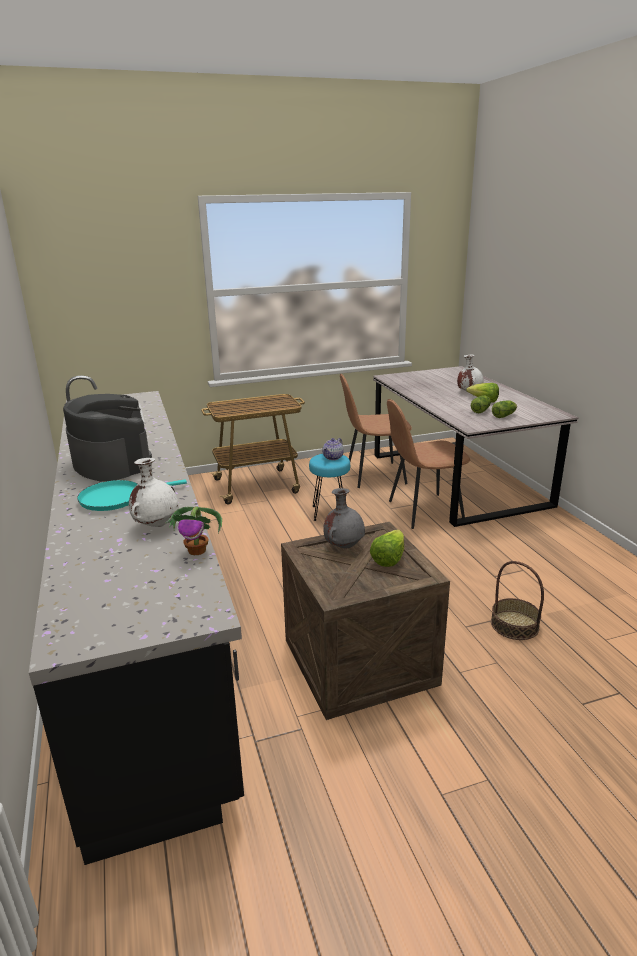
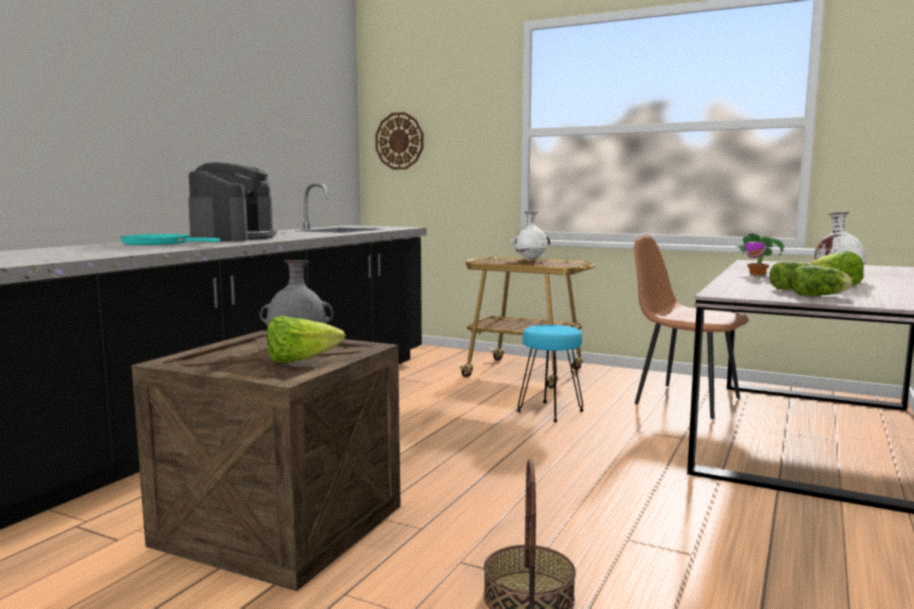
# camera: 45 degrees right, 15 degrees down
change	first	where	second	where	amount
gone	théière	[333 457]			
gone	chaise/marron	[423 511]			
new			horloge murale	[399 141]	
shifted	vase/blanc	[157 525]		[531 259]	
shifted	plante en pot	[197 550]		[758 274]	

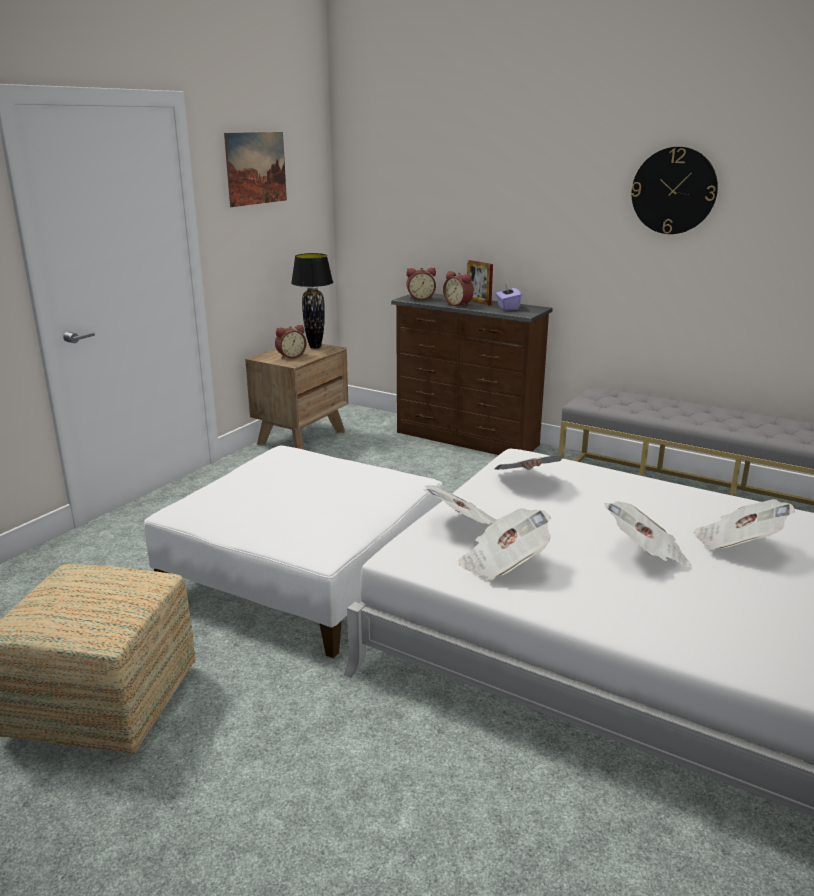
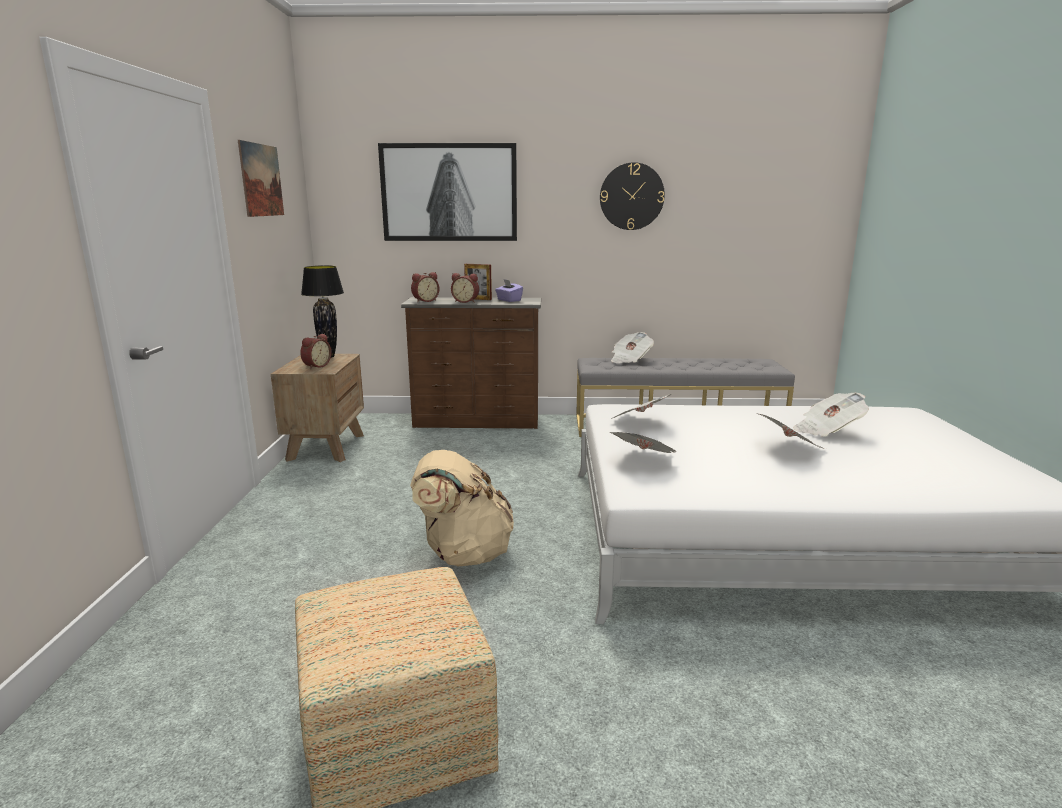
# camera: 30 degrees left, 5 degrees down
change	first	where	second	where	amount
new			tableau	[449 192]	
shifted	journal	[503 564]		[629 359]	
swapped	pouf/blanc	[305 573]	sac à dos/beige	[463 554]	

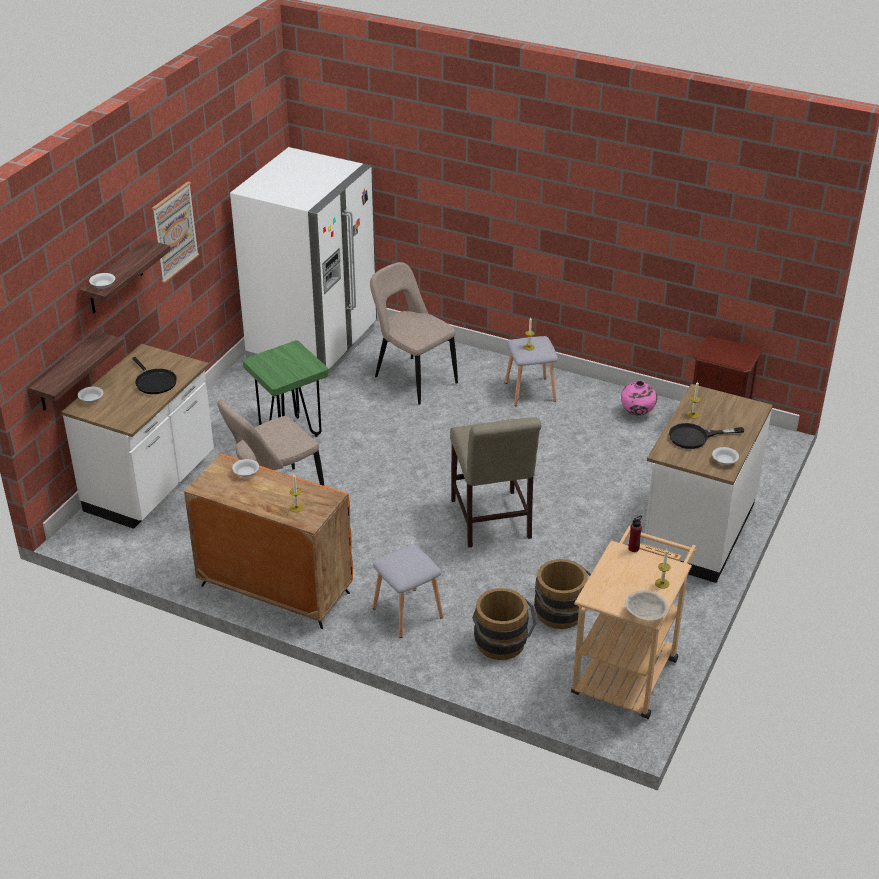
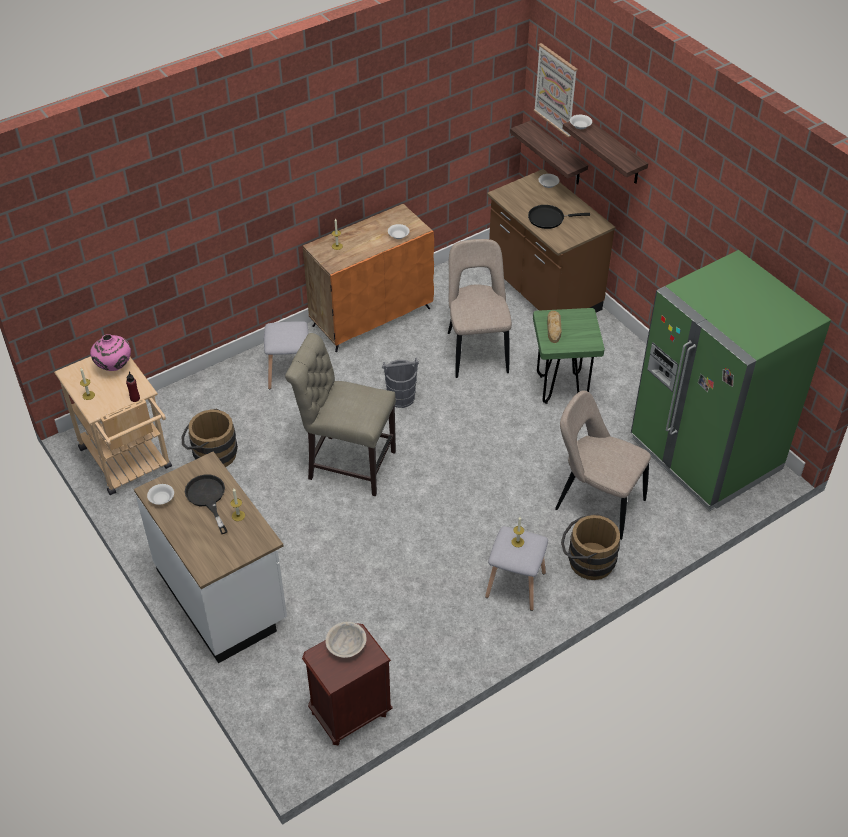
# camera: 120 degrees right, 10 degrees up
change	first	where	second	where	amount
new			seau/gris	[400 398]	
new			pain	[553 328]	
shifted	tableau	[174 231]		[556 90]	
shifted	seau/marron	[502 646]		[586 561]	
shifted	vase/rose	[637 414]		[114 367]	
shifted	bol/beige	[645 613]		[346 645]	
repainted	comptoir de cuisine/blanc	[152 485]	comptoir de cuisine/marron	[542 292]	
repainted	réfrigérateur/blanc	[313 343]	réfrigérateur/vert	[705 454]	
rotated	chaise/beige	[413 379]		[596 503]	135 degrees counterclockwise
rotated	poêle/noir	[695 437]		[207 498]	45 degrees counterclockwise

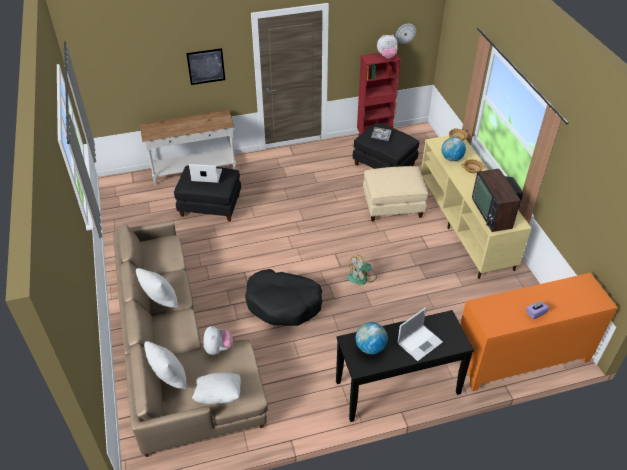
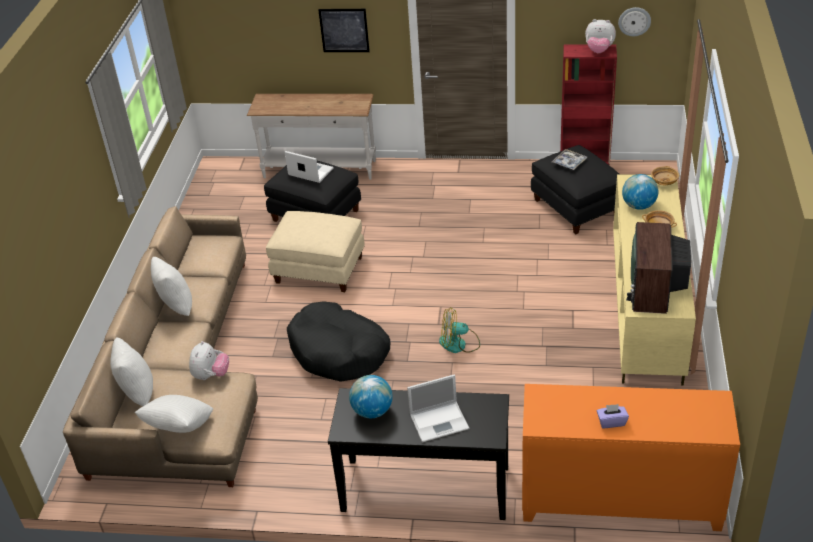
# camera: 25 degrees right, 5 degrees down
change	first	where	second	where	amount
shifted	pouf/beige	[392 207]		[318 270]	

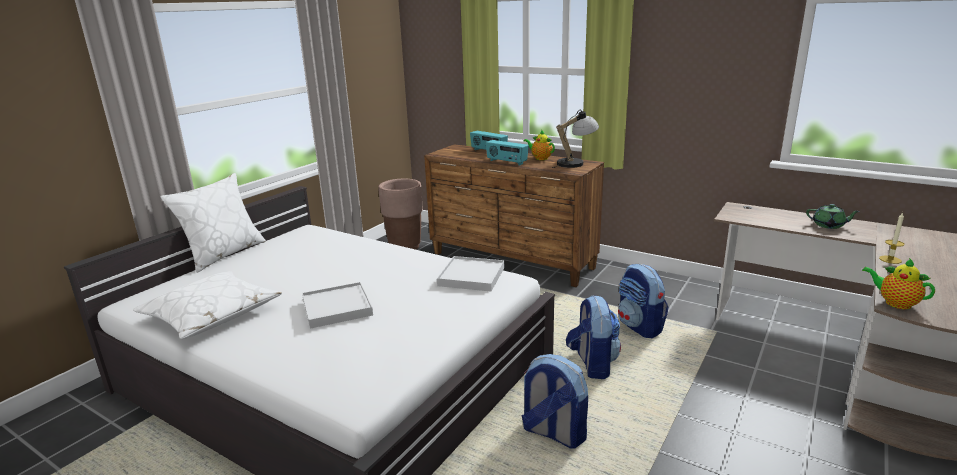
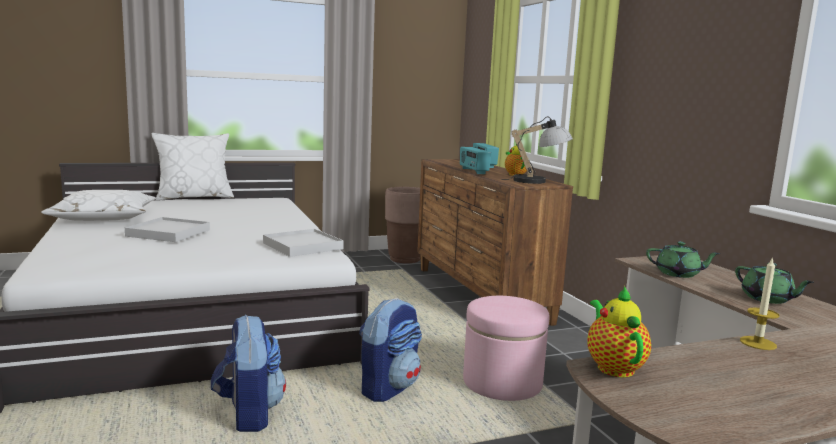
# camera: 35 degrees right, 10 degrees down
change	first	where	second	where	amount
new			théière/vert	[678 274]	
swapped	sac à dos	[640 327]	pouf/rose	[502 382]	

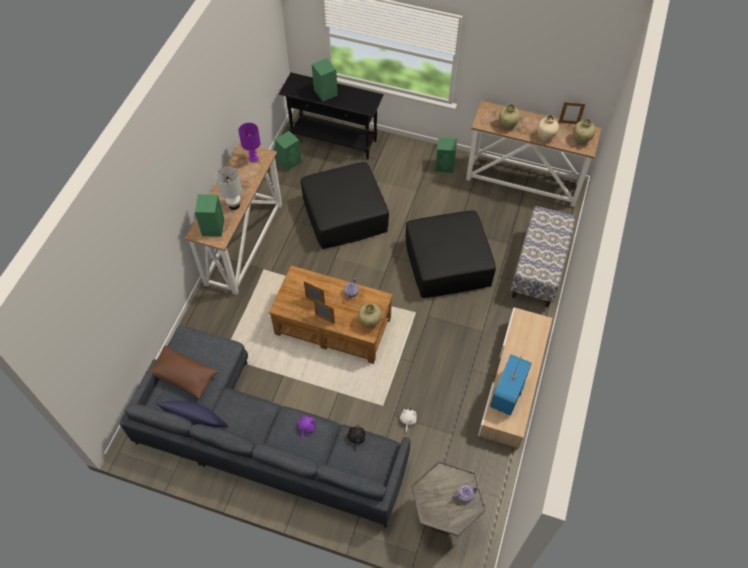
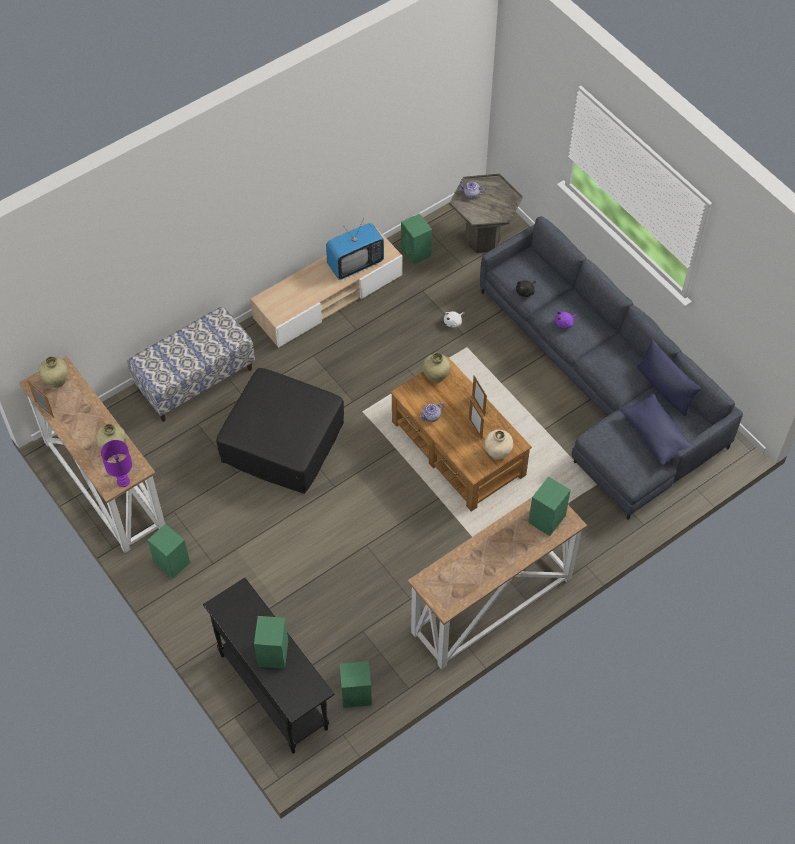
# camera: 145 degrees left, 0 degrees up
change	first	where	second	where	amount
gone	lampe de table/blanc	[234 205]			
gone	pouf/noir	[344 215]			
new			enceinte/vert	[416 253]	
shifted	lampe de table/violet	[254 159]		[123 481]	
shifted	vase/beige	[545 137]		[497 453]	
repainted	coussin/marron	[183 376]	coussin/bleu	[656 435]	

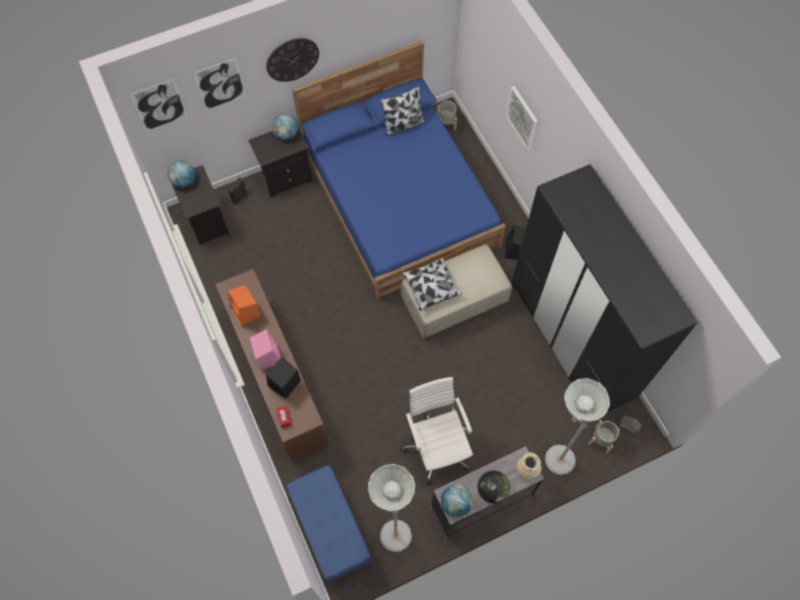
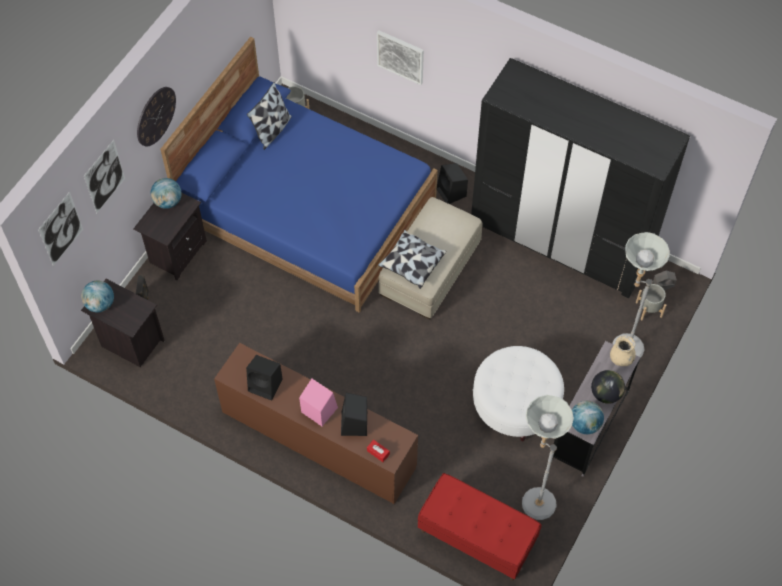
# camera: 35 degrees left, 5 degrees down
change	first	where	second	where	amount
swapped	chaise de bureau/blanc	[437 446]	pouf/blanc	[515 405]	
repainted	enceinte/orange	[246 312]	enceinte/noir	[266 385]	
repainted	banc/bleu	[330 528]	banc/rouge	[476 537]	

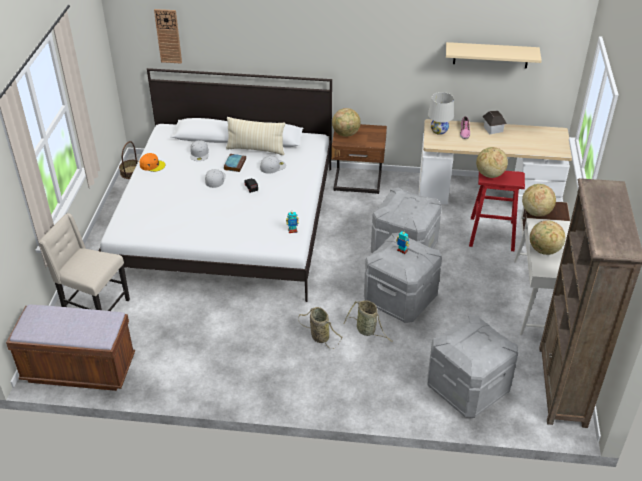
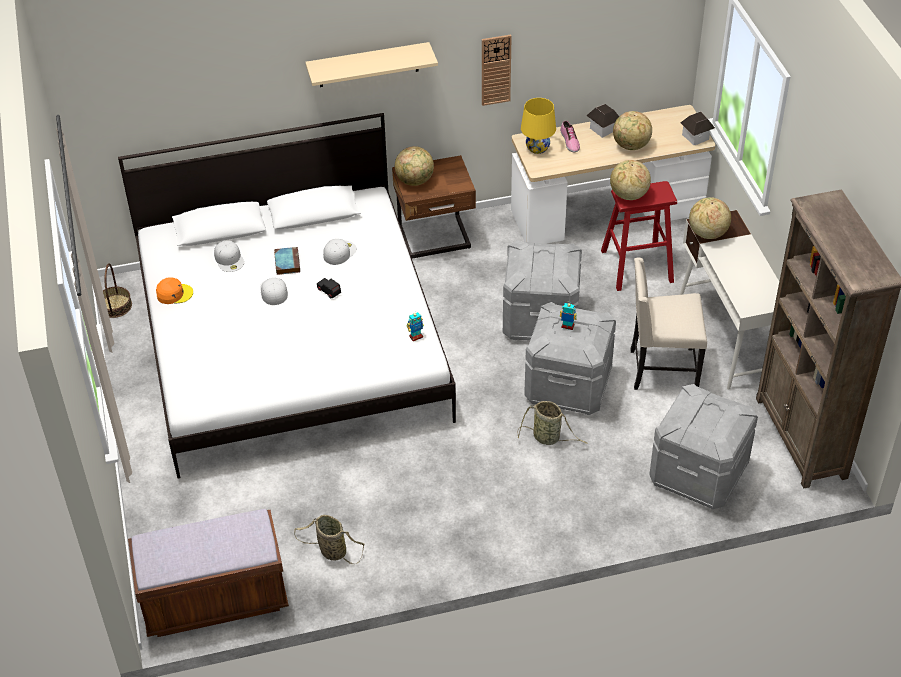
# camera: 20 degrees left, 5 degrees up
change	first	where	second	where	amount
gone	coussin/beige	[256 149]			
new			maison miniature	[696 137]	
shifted	chaise/beige	[94 308]		[661 370]	
shifted	horloge murale	[168 36]		[496 70]	
shifted	panier	[319 336]		[331 551]	
shifted	étagère/beige	[491 55]		[368 65]	
shifted	globe	[544 250]		[631 146]	
repainted	lampe de table/blanc	[439 130]	lampe de table/jaune	[537 148]	

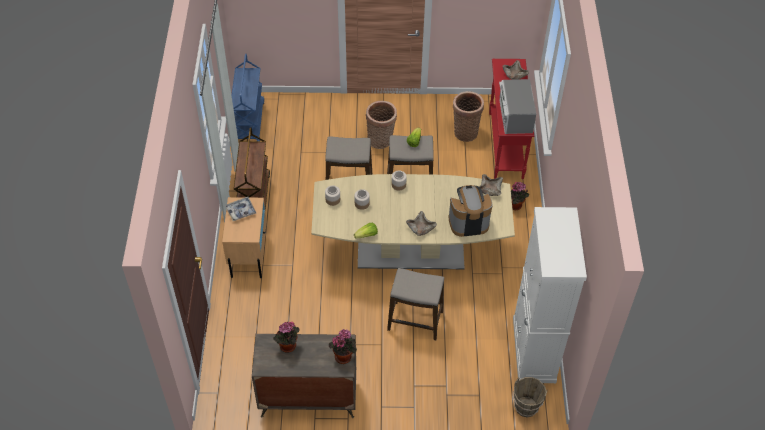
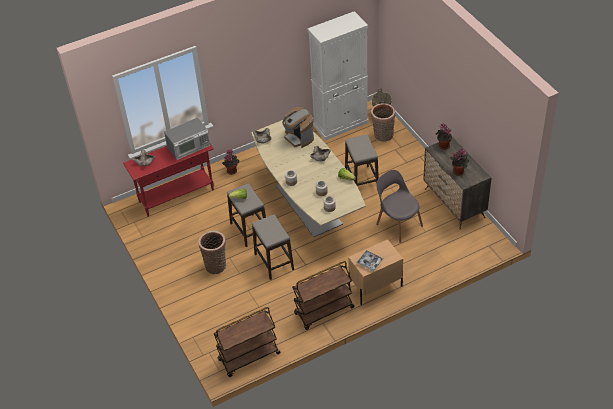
# camera: 115 degrees left, 5 degrees down
change	first	where	second	where	amount
new			chaise/gris	[398 224]	
shifted	panier	[465 131]		[382 136]	
repainted	chariot/bleu	[249 122]	chariot/marron	[249 357]	

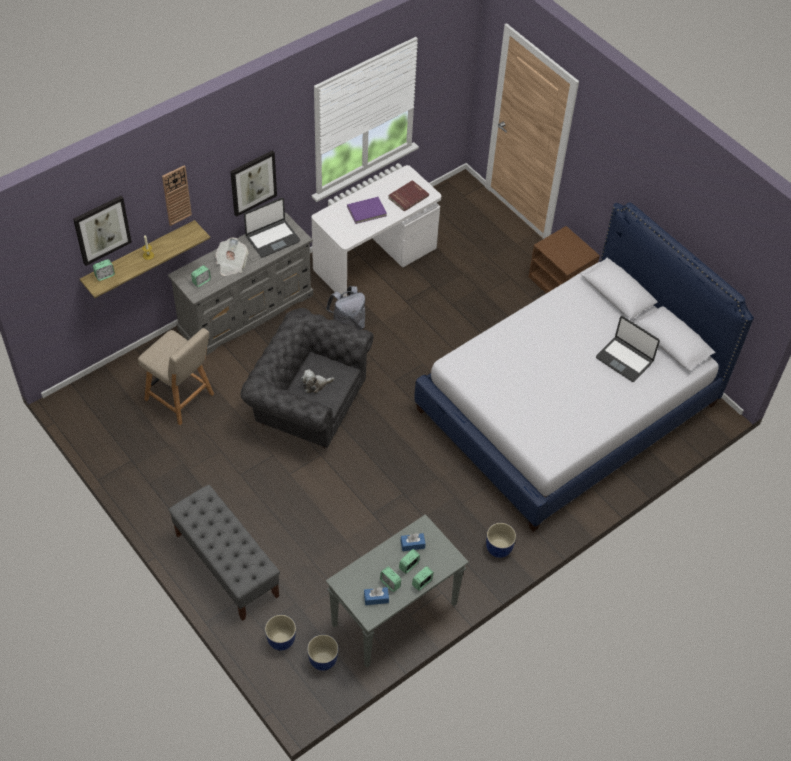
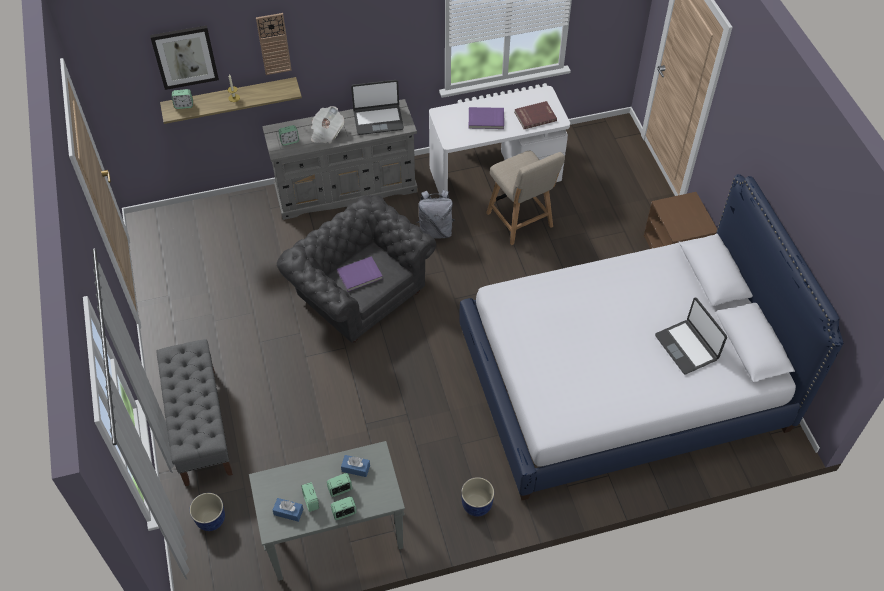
# camera: 25 degrees right, 0 degrees up
change	first	where	second	where	amount
gone	tableau	[253 182]			
gone	cache-pot	[322 660]			
shifted	chaise/beige	[182 399]		[521 222]	
swapped	peluche	[315 385]	livre/violet	[360 275]	

